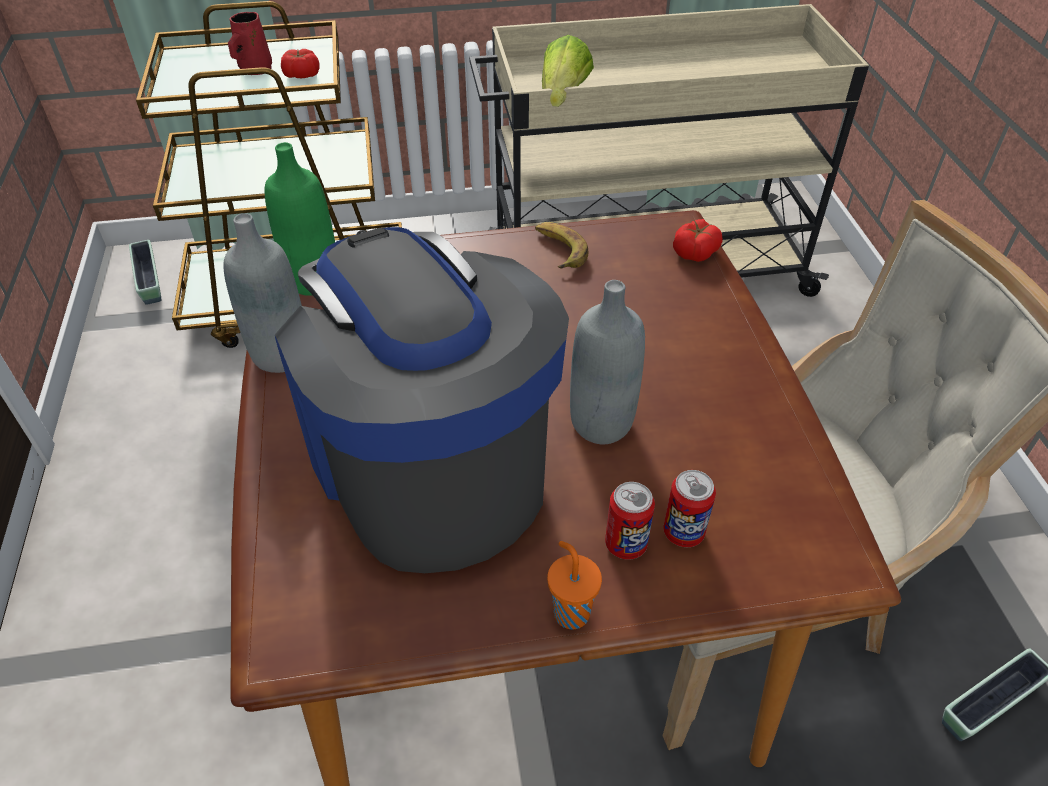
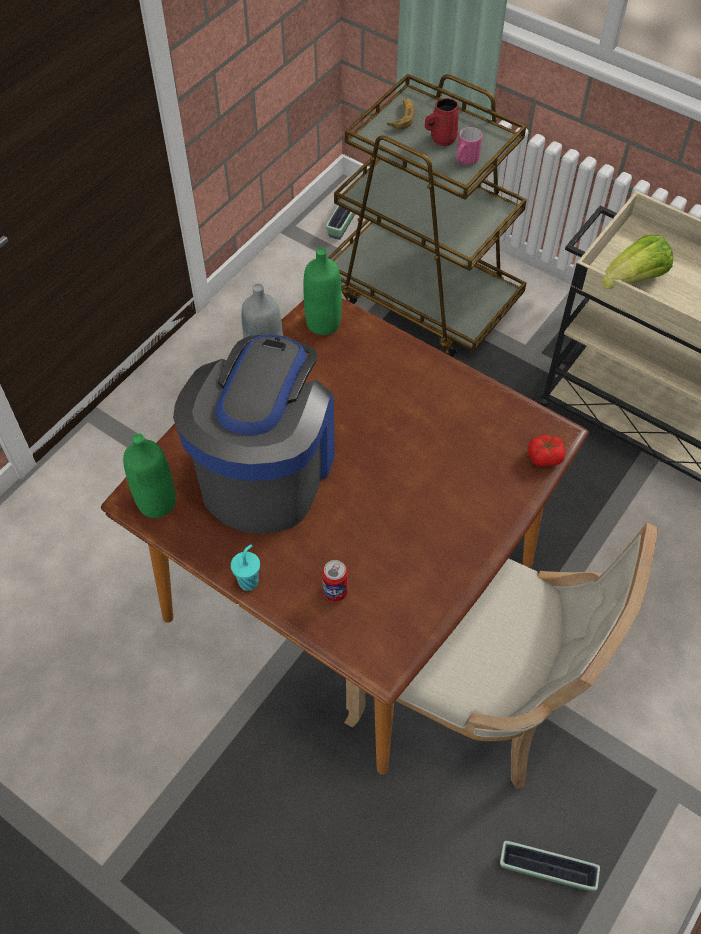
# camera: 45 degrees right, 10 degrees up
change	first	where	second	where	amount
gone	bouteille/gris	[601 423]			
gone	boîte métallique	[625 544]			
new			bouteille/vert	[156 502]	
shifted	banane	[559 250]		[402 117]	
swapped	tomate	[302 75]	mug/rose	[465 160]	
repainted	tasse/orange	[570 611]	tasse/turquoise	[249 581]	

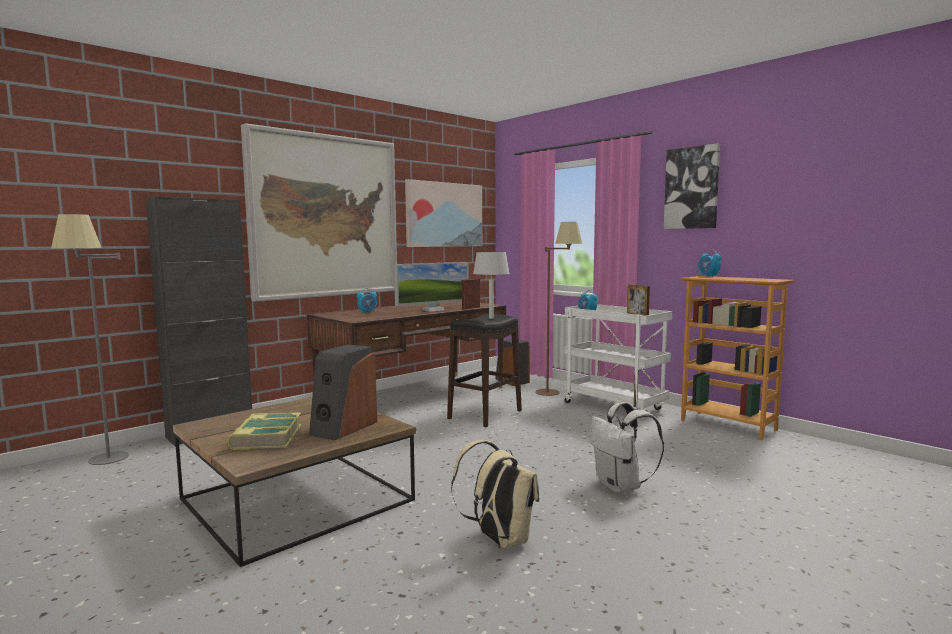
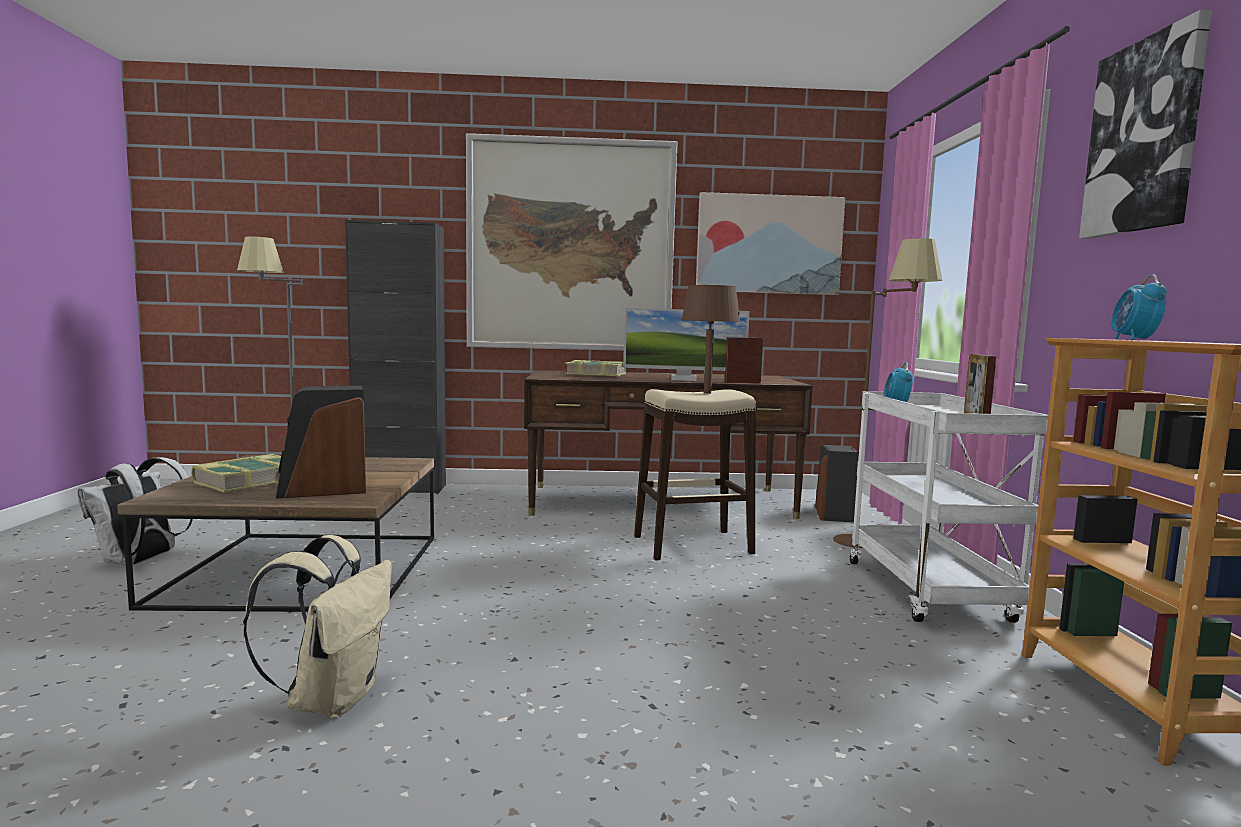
# camera: 40 degrees right, 0 degrees up
change	first	where	second	where	amount
shifted	sac à dos/blanc	[621 486]		[140 561]	
swapped	réveil	[367 313]	livre	[596 374]	
repainted	tabouret/noir	[485 414]	tabouret/beige	[692 545]	
repainted	lampe de table/gris	[491 318]	lampe de table/marron	[707 393]	

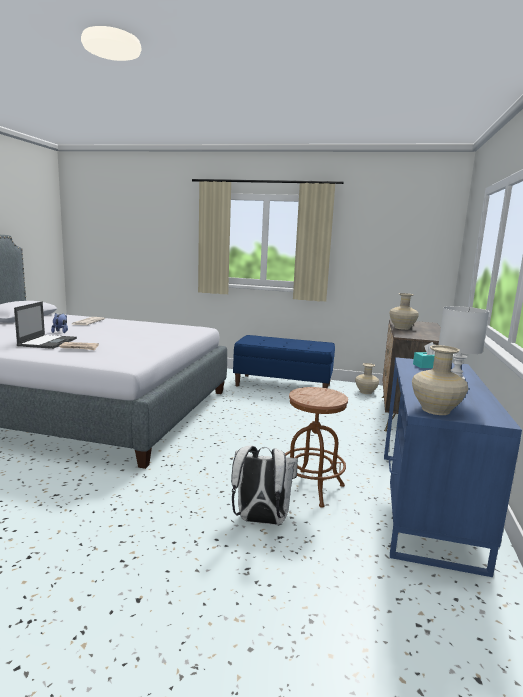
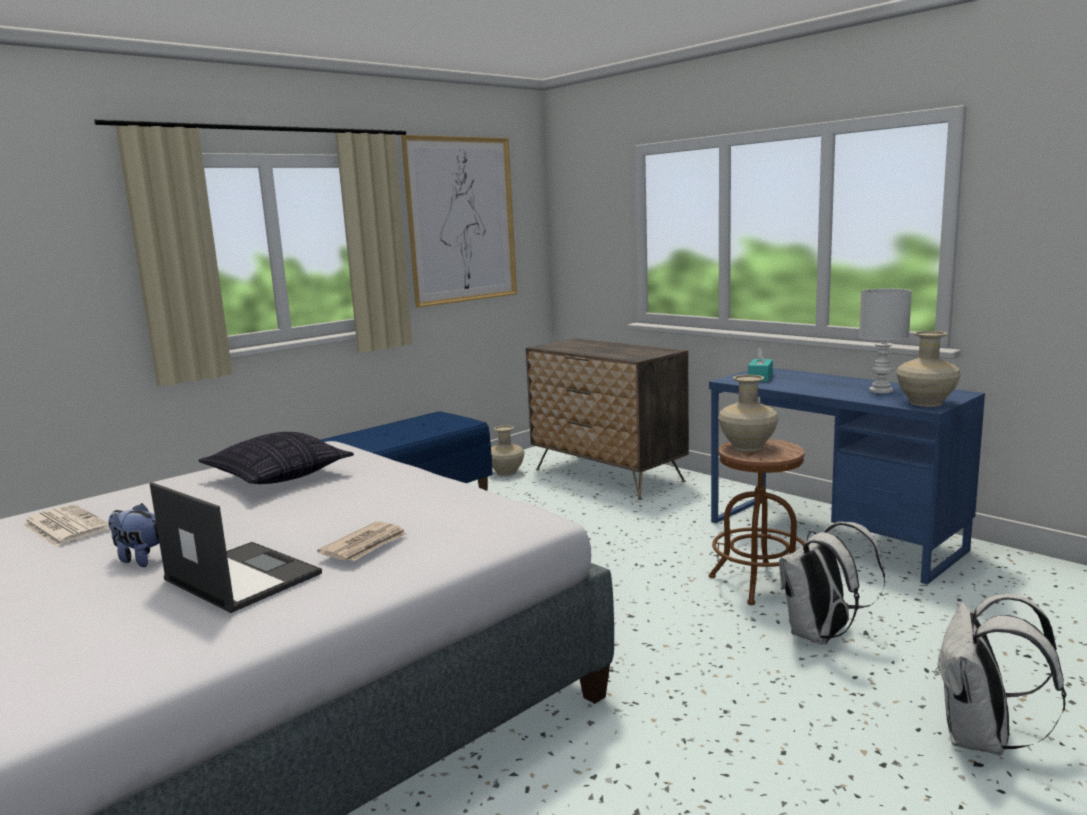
# camera: 55 degrees left, 0 degrees up
change	first	where	second	where	amount
new			coussin	[277 477]	
new			tableau	[461 220]	
new			sac à dos/blanc	[982 739]	
shifted	vase/beige	[401 328]		[746 447]	

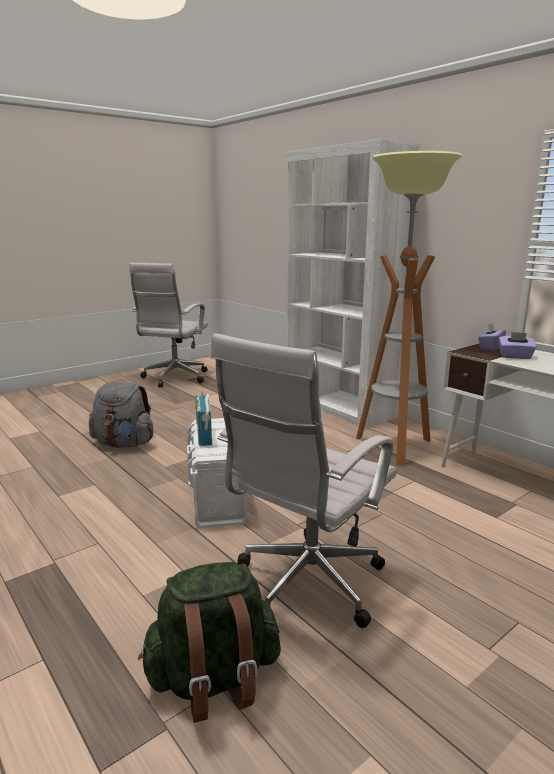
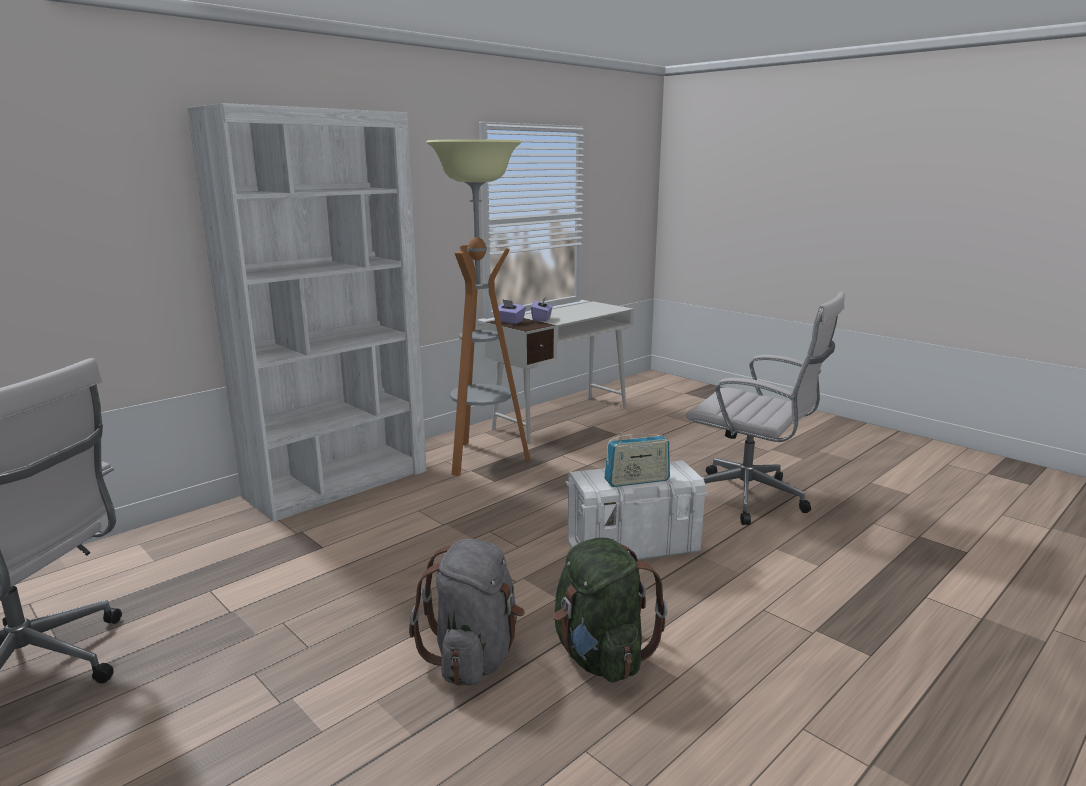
# camera: 95 degrees left, 0 degrees up
change	first	where	second	where	amount
shifted	sac à dos/vert	[214 680]		[600 656]	

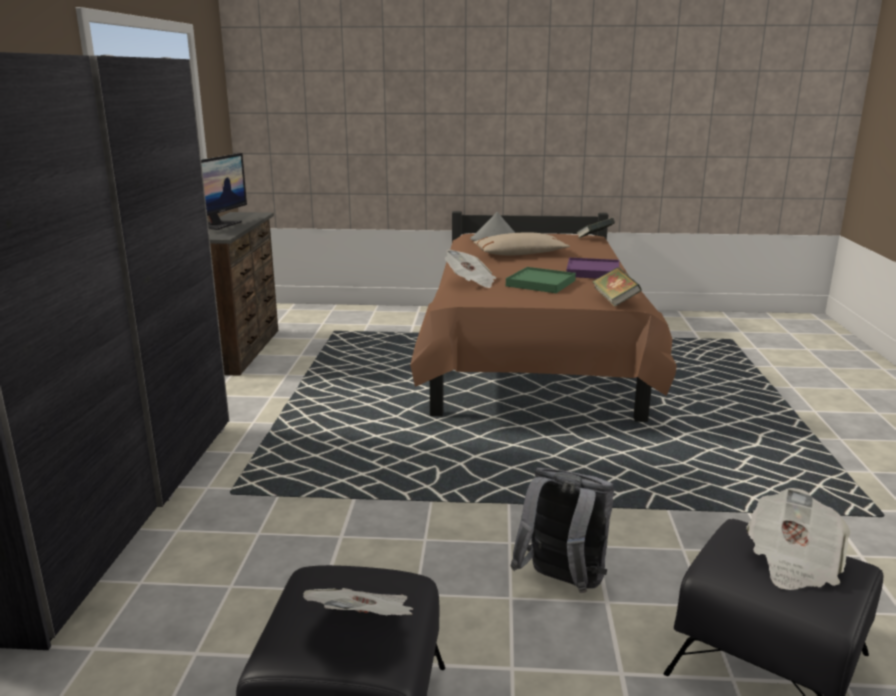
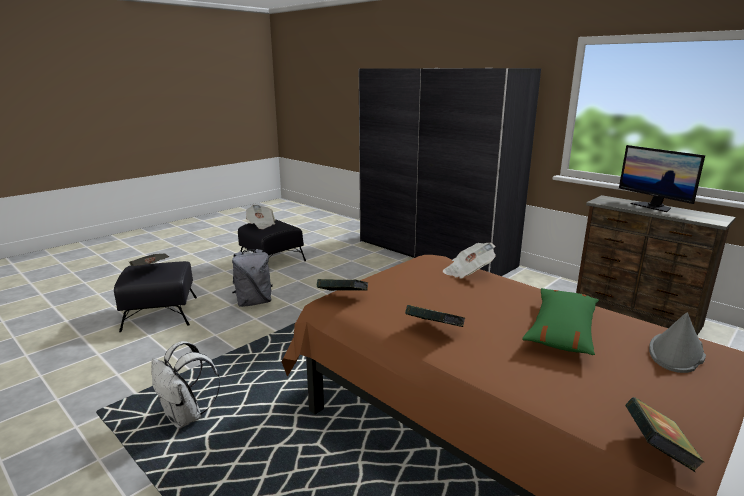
# camera: 130 degrees right, 0 degrees up
change	first	where	second	where	amount
gone	plateau/vert	[540 283]			
new			sac à dos/blanc	[186 417]	
swapped	plateau/violet	[592 272]	livre	[434 330]	
repainted	coussin/beige	[519 254]	coussin/vert	[562 330]	

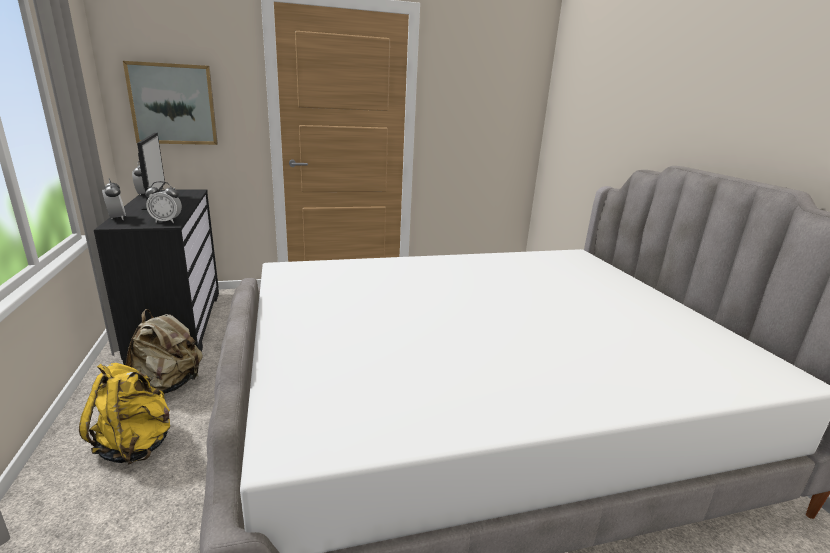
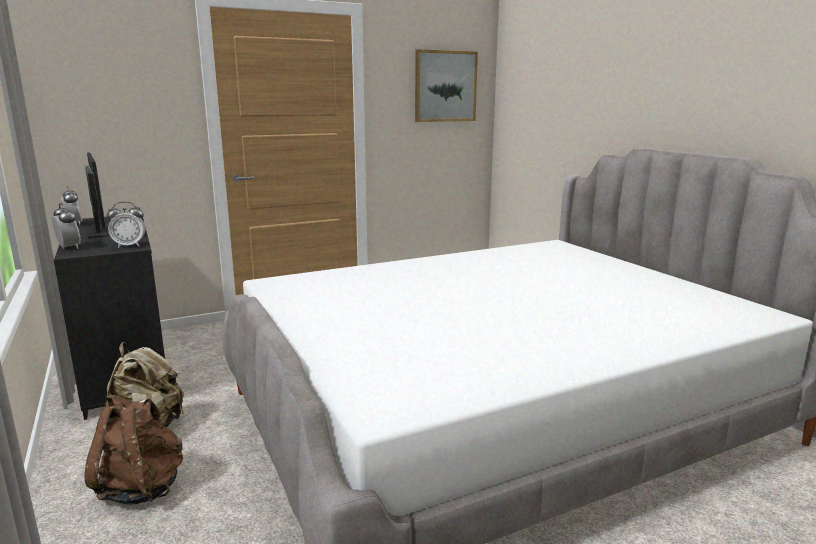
# camera: 10 degrees left, 5 degrees down
change	first	where	second	where	amount
shifted	tableau	[173 104]		[445 86]	
repainted	sac à dos/jaune	[136 445]	sac à dos/marron	[142 488]	

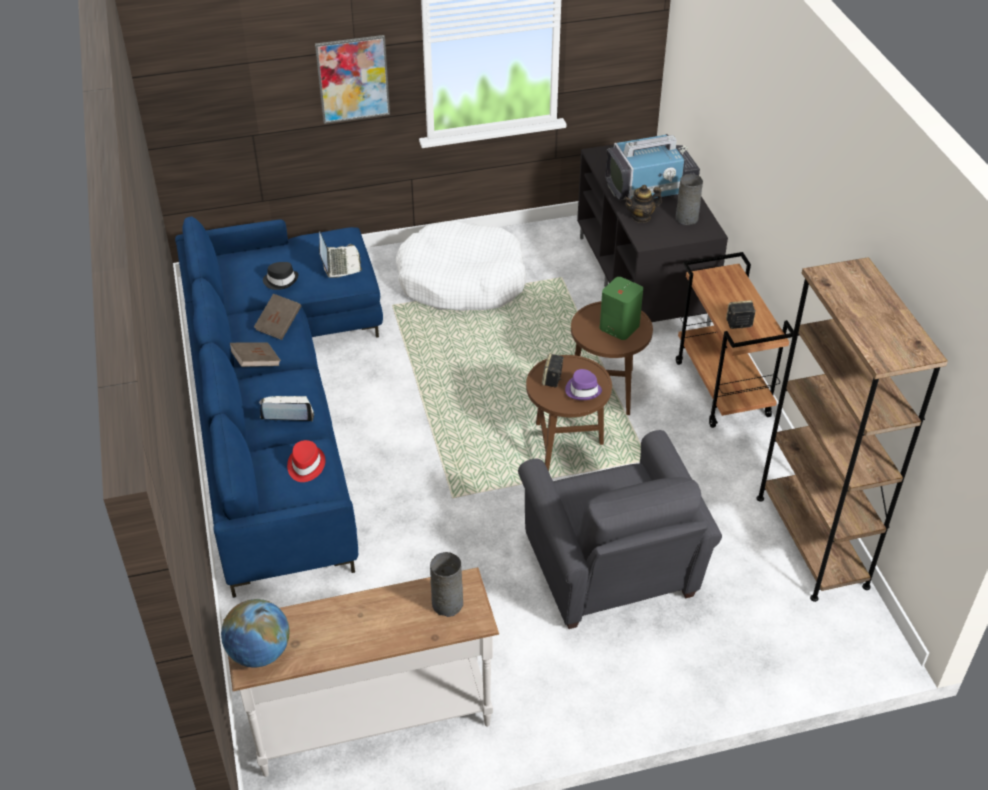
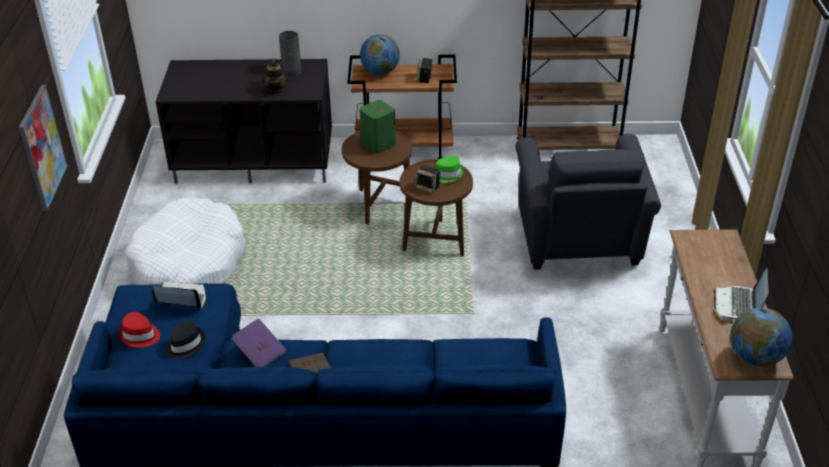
# camera: 75 degrees left, 5 degrees down
change	first	where	second	where	amount
gone	vase/gris	[448 603]			
gone	téléviseur	[651 188]			
new			globe	[380 72]	
shifted	ordinateur portable	[287 413]		[739 305]	
shifted	chapeau/rouge	[305 465]		[139 335]	
repainted	livre/marron	[279 325]	livre/violet	[260 352]	
repainted	chapeau/violet	[583 390]	chapeau/vert	[447 174]	
rotated	fauteuil/gris	[612 574]		[578 242]	90 degrees clockwise

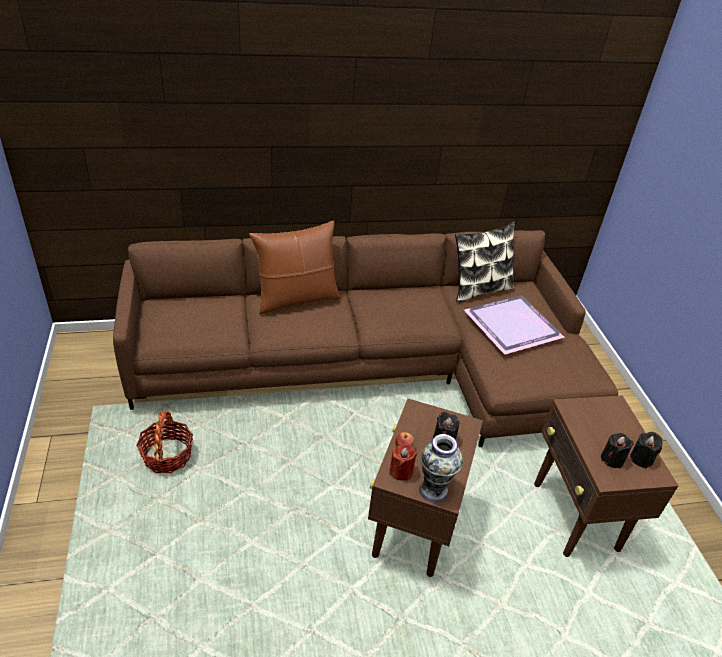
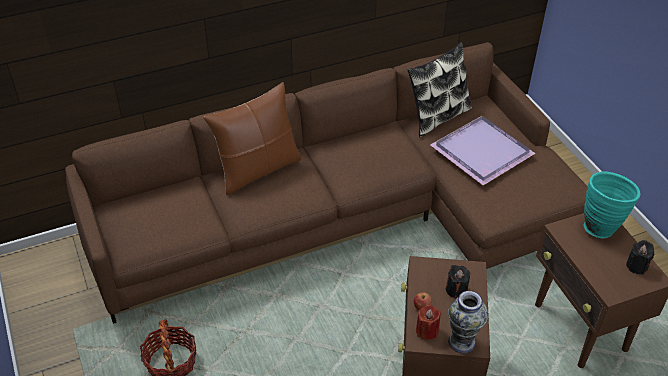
# camera: 10 degrees left, 5 degrees up
change	first	where	second	where	amount
gone	bougie/noir	[612 459]			
new			vase/turquoise	[600 226]	

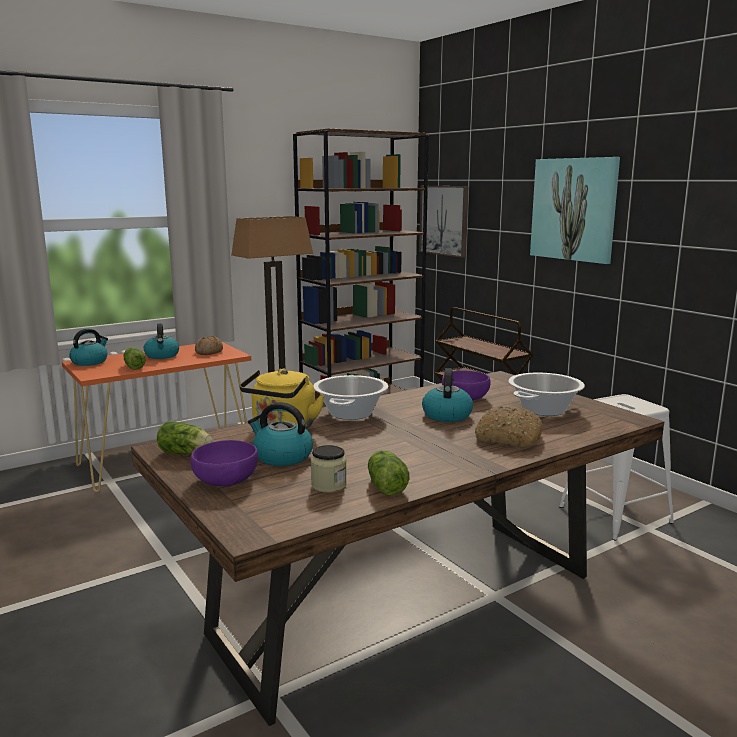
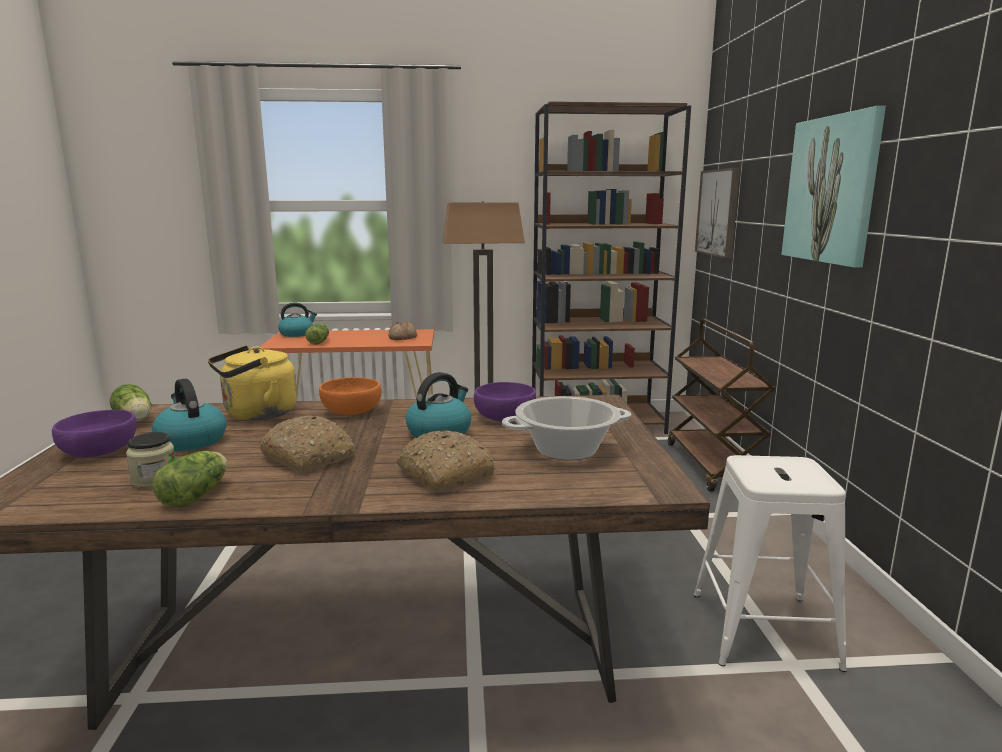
# camera: 30 degrees right, 0 degrees up
change	first	where	second	where	amount
gone	bouilloire	[162 356]			
new			pain	[309 457]	
swapped	marmite	[351 413]	bol/orange	[351 411]	

